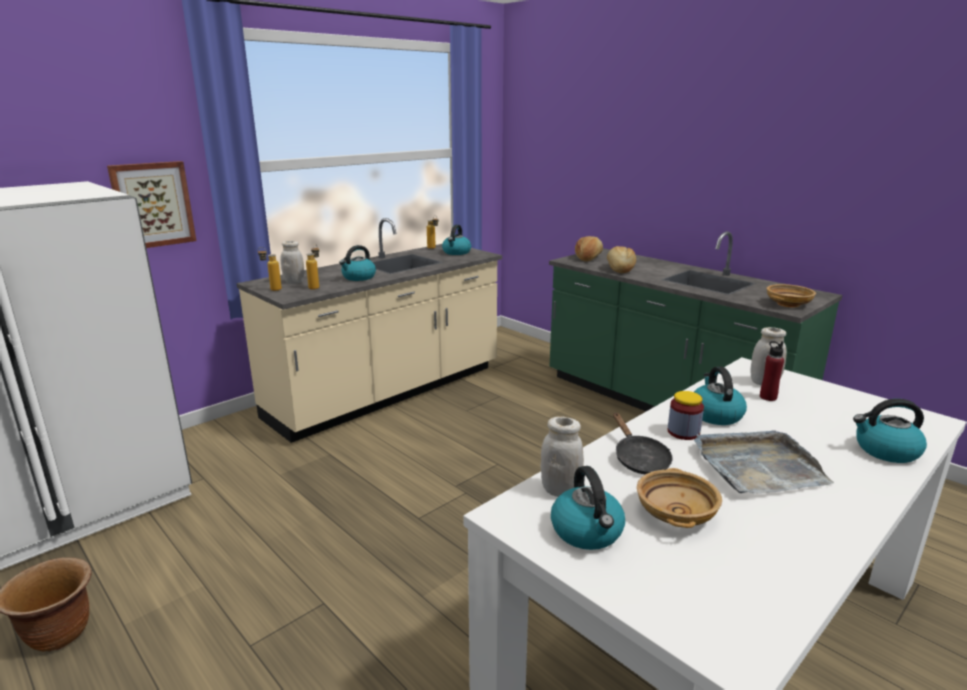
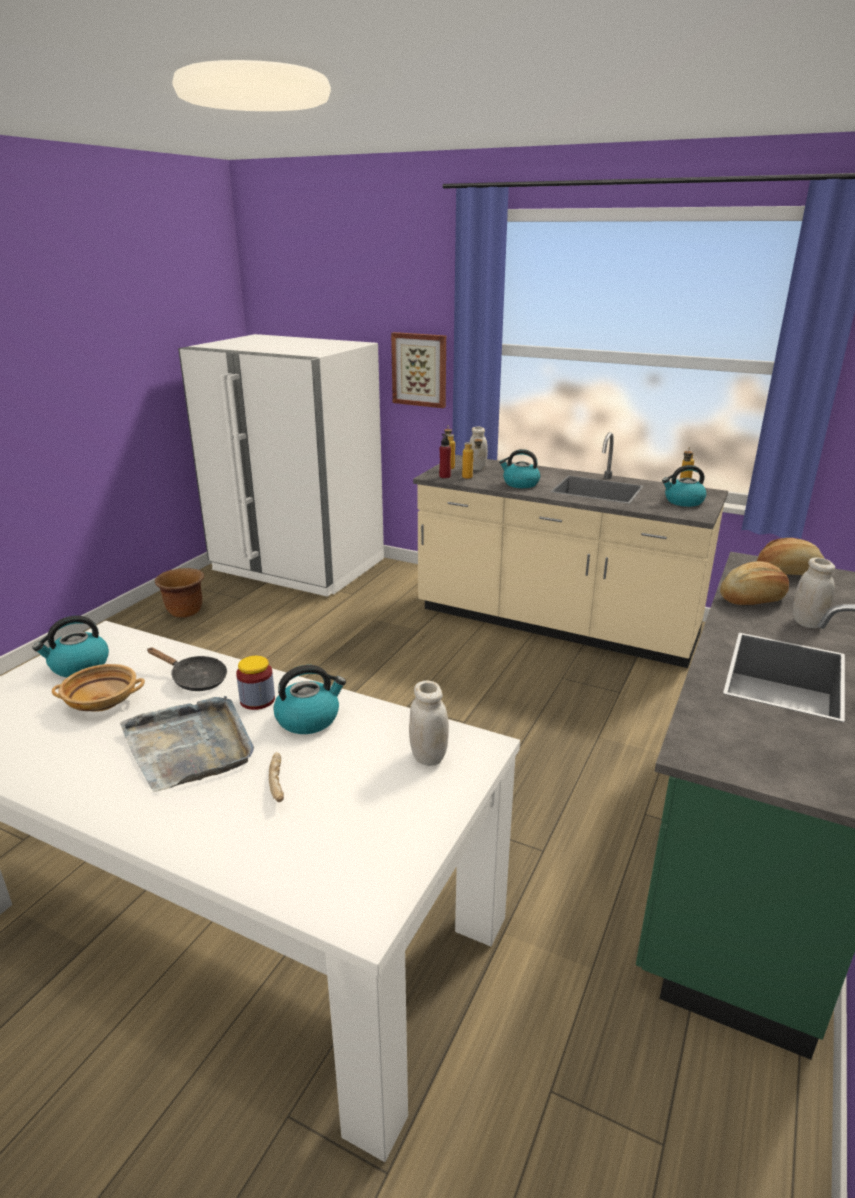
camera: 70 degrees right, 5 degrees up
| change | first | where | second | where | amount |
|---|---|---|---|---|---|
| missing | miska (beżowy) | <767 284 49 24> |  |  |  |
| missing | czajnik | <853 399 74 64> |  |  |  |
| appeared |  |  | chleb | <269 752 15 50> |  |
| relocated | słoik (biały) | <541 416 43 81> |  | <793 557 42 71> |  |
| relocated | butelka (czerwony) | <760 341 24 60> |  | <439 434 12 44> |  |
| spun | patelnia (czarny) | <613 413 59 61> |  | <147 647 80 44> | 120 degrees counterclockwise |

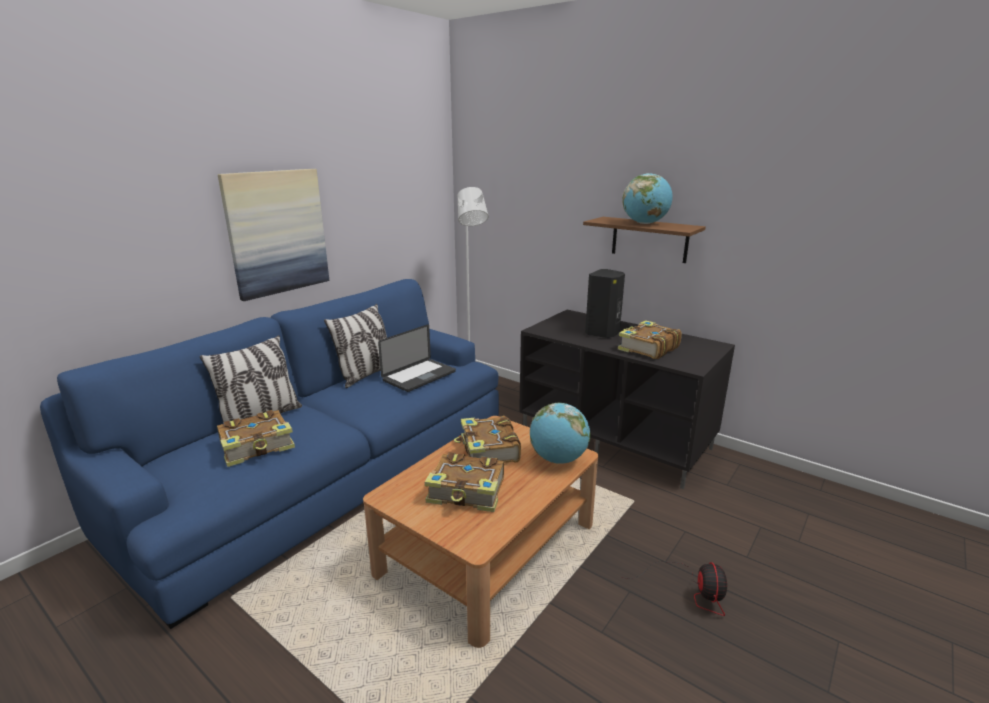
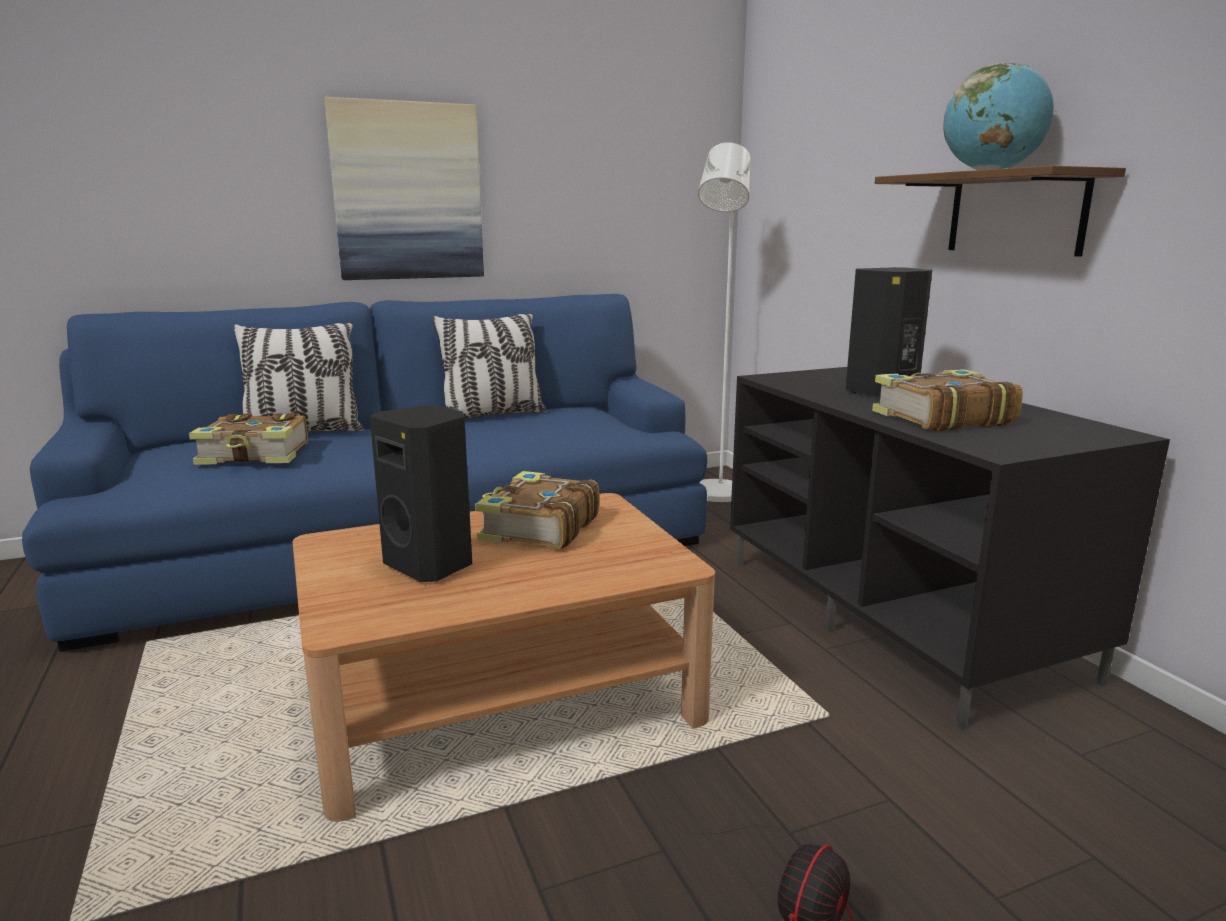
camera: 30 degrees right, 5 degrees down
| change | first | where | second | where | amount |
|---|---|---|---|---|---|
| missing | laptop | <378 324 78 68> |  |  |  |
| missing | globus | <530 403 61 61> |  |  |  |
| exchanged | książka | <425 452 79 60> | głośnik (czarny) | <370 406 102 176> |  |

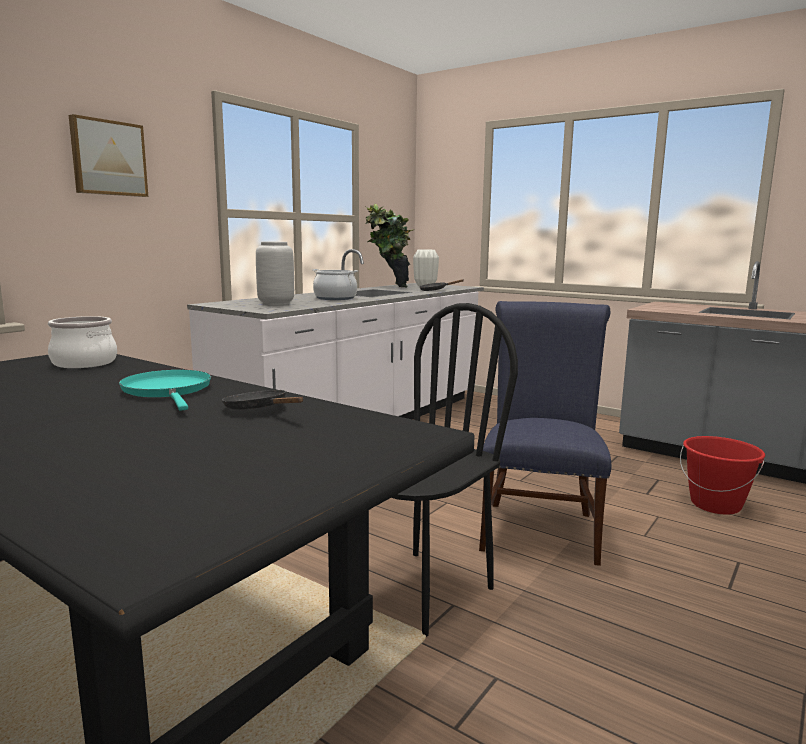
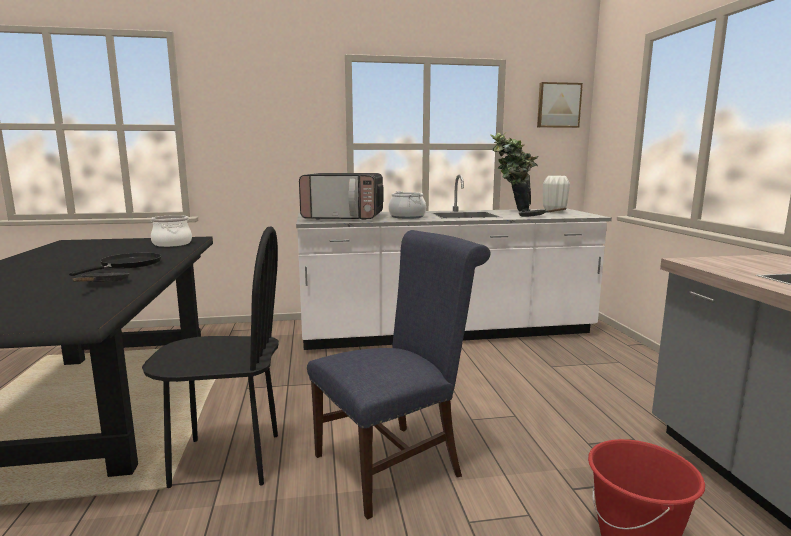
camera: 45 degrees right, 0 degrees up
| change | first | where | second | where | amount |
|---|---|---|---|---|---|
| relocated | obraz | <69 114 79 83> |  | <537 82 46 46> |  |
| exchanged | wazon (szary) | <256 242 38 63> | mikrofalówka | <299 173 84 47> |  |
| colour | patelnia (turkusowy) | <119 370 92 41> | patelnia (czarny) | <69 253 92 23> |  |

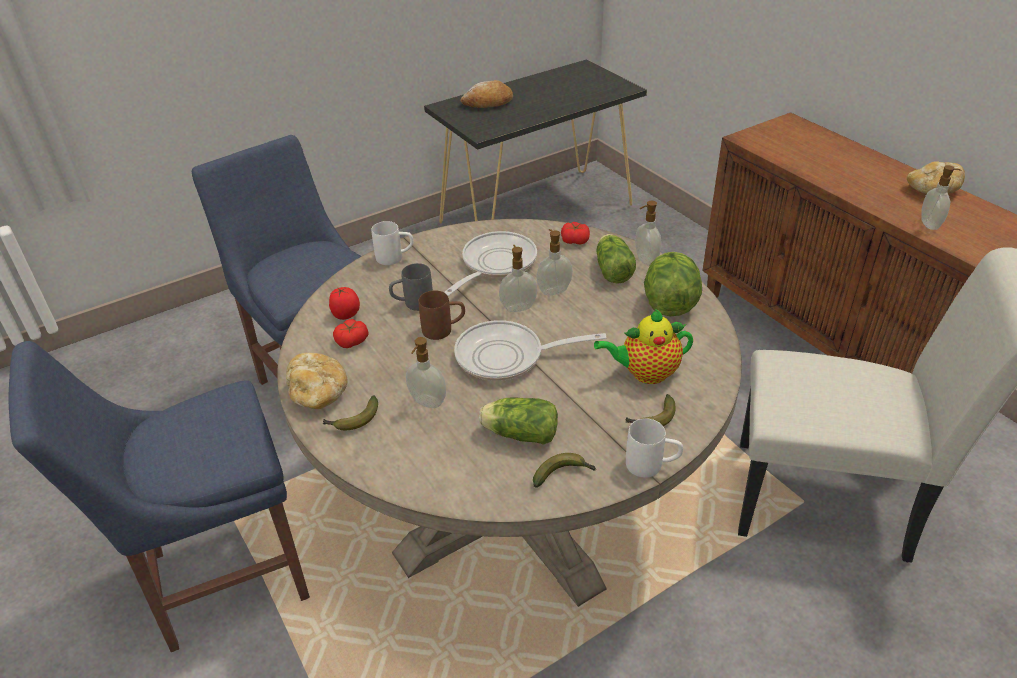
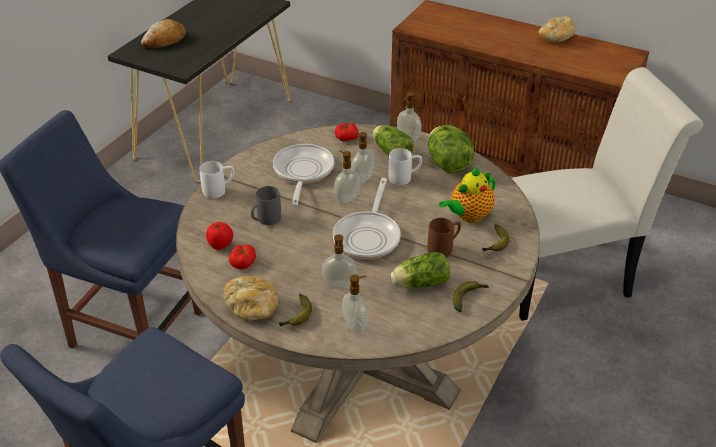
camera: 30 degrees left, 0 degrees up
| change | first | where | second | where | amount |
|---|---|---|---|---|---|
| relocated | kubek (brązowy) | <418 290 47 50> |  | <428 218 33 40> |  |
| relocated | kubek (biały) | <626 418 57 60> |  | <389 148 33 37> |  |
| relocated | dozownik mydła | <921 165 41 65> |  | <342 275 26 59> |  |
| spun | patelnia | <454 320 153 61> |  | <333 178 68 81> | 45 degrees counterclockwise |

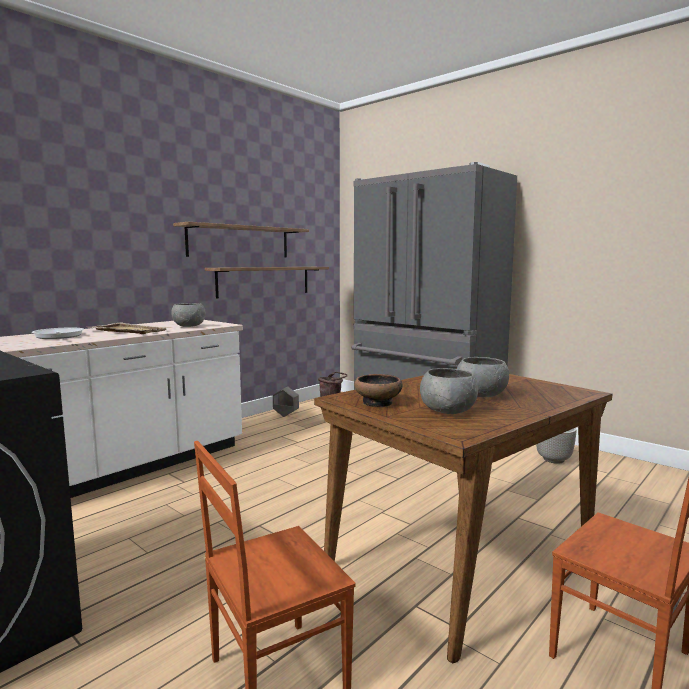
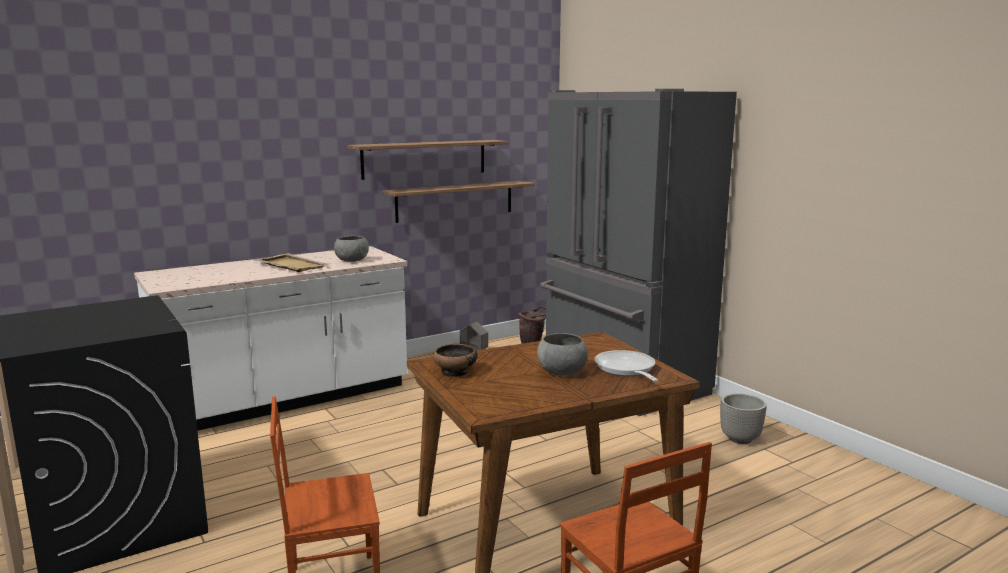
camera: 15 degrees right, 5 degrees up
| change | first | where | second | where | amount |
|---|---|---|---|---|---|
| missing | miska (szary) | <420 368 58 46> |  |  |  |
| relocated | patelnia | <32 328 52 11> |  | <594 350 64 32> |  |

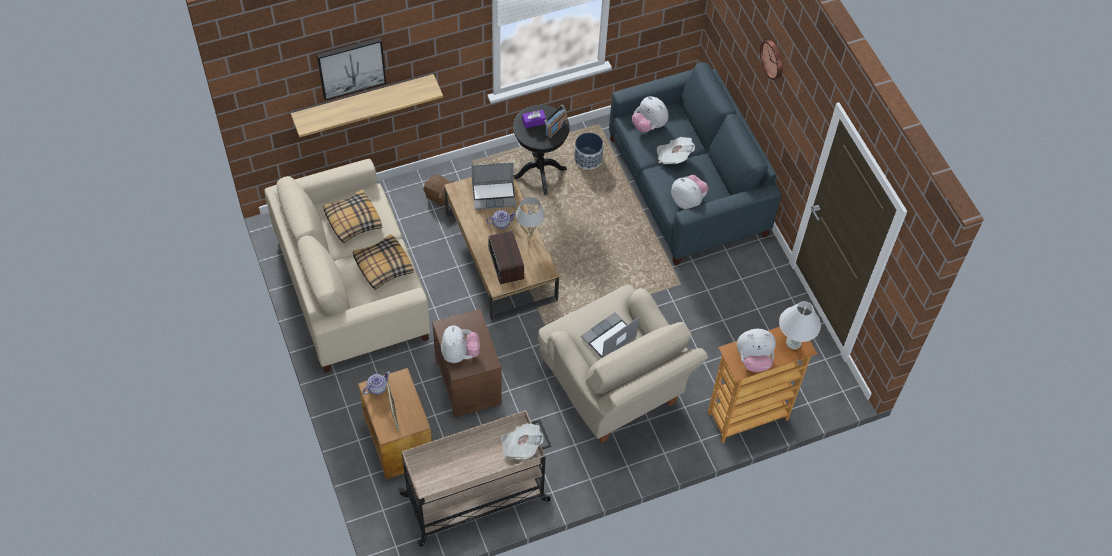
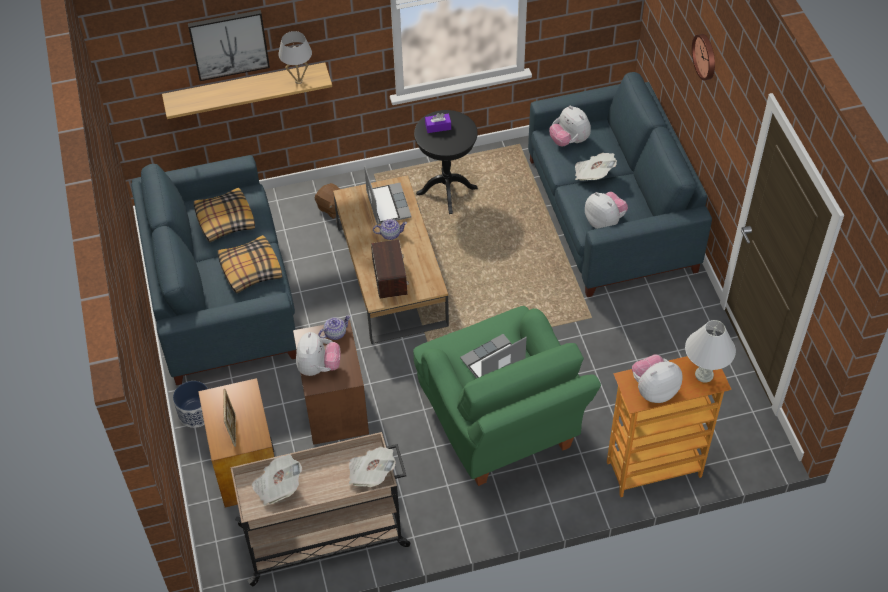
camera: 10 degrees right, 5 degrees down
| change | first | where | second | where | amount |
|---|---|---|---|---|---|
| missing | radio | <544 105 23 34> |  |  |  |
| appeared |  |  | gazeta | <252 454 50 52> |  |
| relocated | imbryk | <363 371 27 24> |  | <318 315 32 25> |  |
| relocated | lampa stołowa (biały) | <516 197 29 40> |  | <278 31 34 53> |  |
| relocated | donica | <574 132 30 38> |  | <173 381 35 47> |  |
| colour | kanapa (beżowy) | <265 159 165 214> | kanapa (niebieski) | <131 155 165 230> |  |
| colour | fotel (beżowy) | <538 284 170 159> | fotel (zielony) | <413 306 188 180> |  |
| spun | laptop | <471 162 45 48> |  | <364 166 47 59> | 105 degrees counterclockwise |
| spun | pluszak | <737 329 39 43> |  | <632 354 51 49> | 150 degrees clockwise |

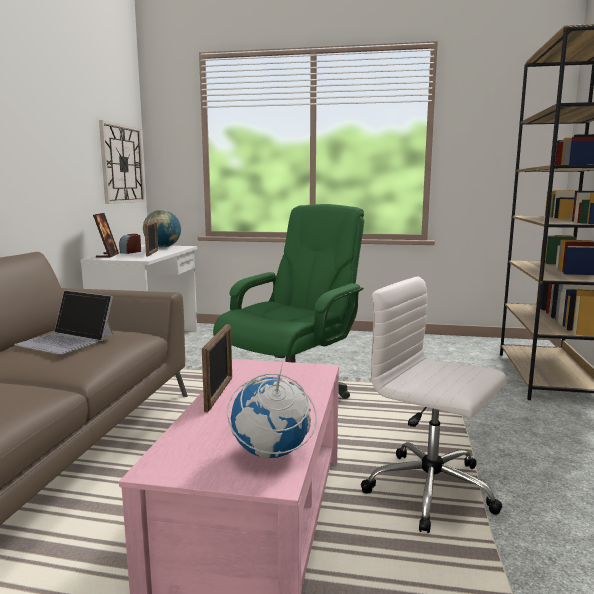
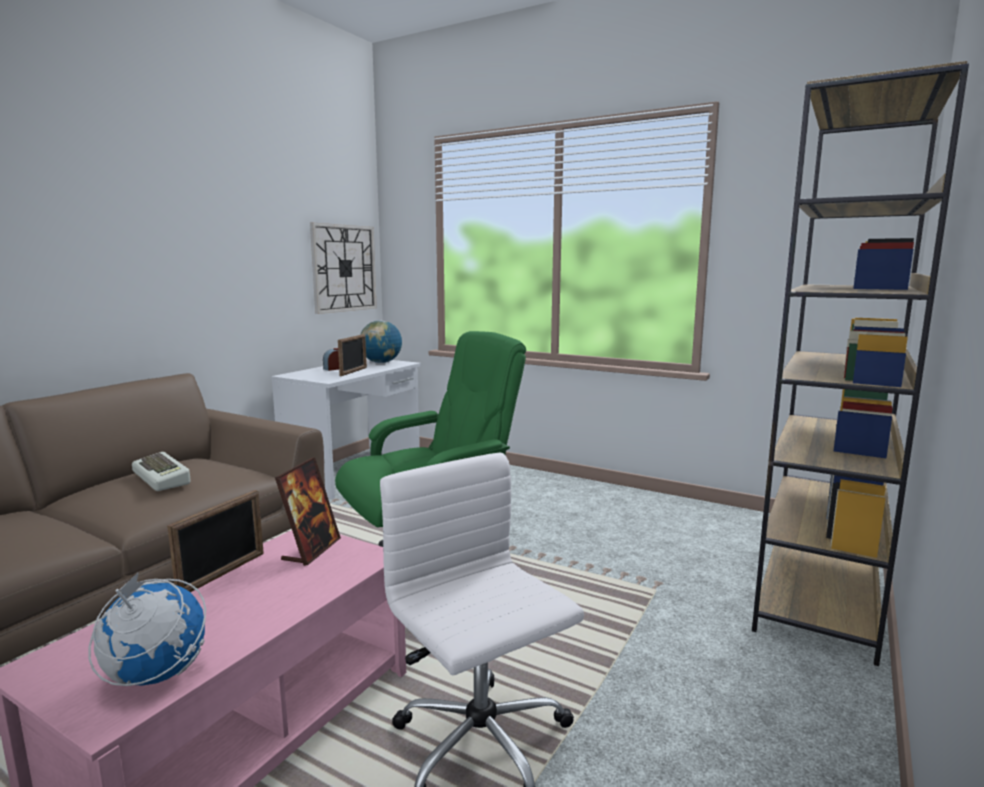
camera: 20 degrees right, 0 degrees up
| change | first | where | second | where | amount |
|---|---|---|---|---|---|
| relocated | ramka na zdjęcie | <93 213 26 45> |  | <275 457 66 109> |  |
| exchanged | laptop | <14 290 100 64> | klawiatura | <132 452 59 39> |  |

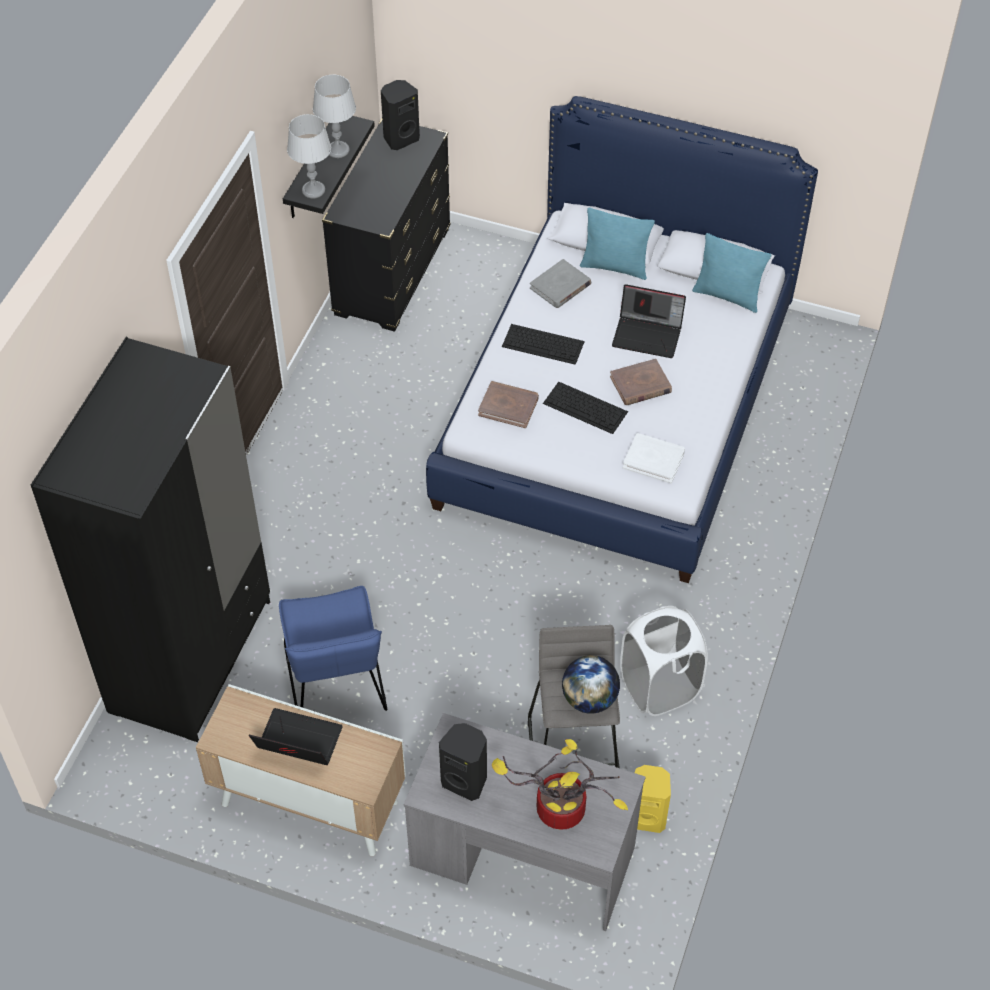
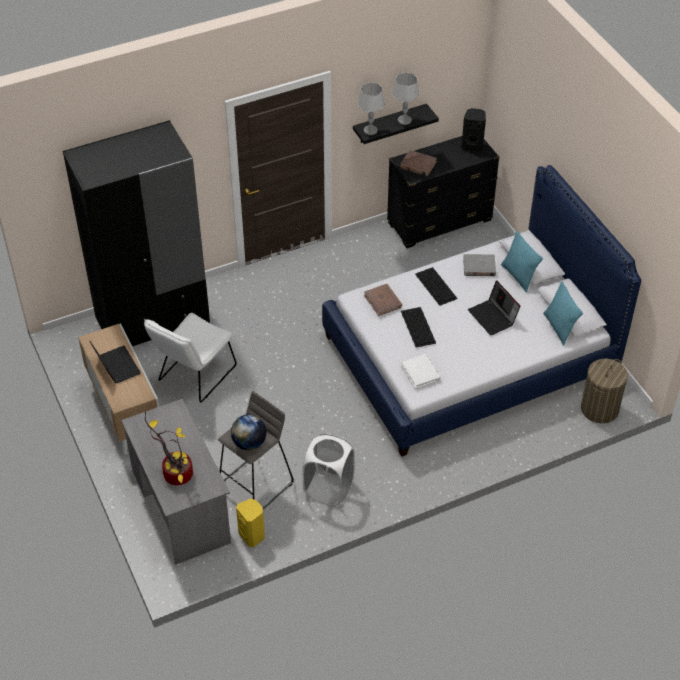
camera: 45 degrees right, 5 degrees down
| change | first | where | second | where | amount |
|---|---|---|---|---|---|
| missing | głośnik (czarny) | <439 723 48 78> |  |  |  |
| appeared |  |  | kosz na pranie | <581 358 47 65> |  |
| relocated | książka (brązowy) | <610 358 62 47> |  | <400 150 37 26> |  |
| colour | krzesło (niebieski) | <279 586 108 125> | krzesło (biały) | <144 313 93 89> |  |

